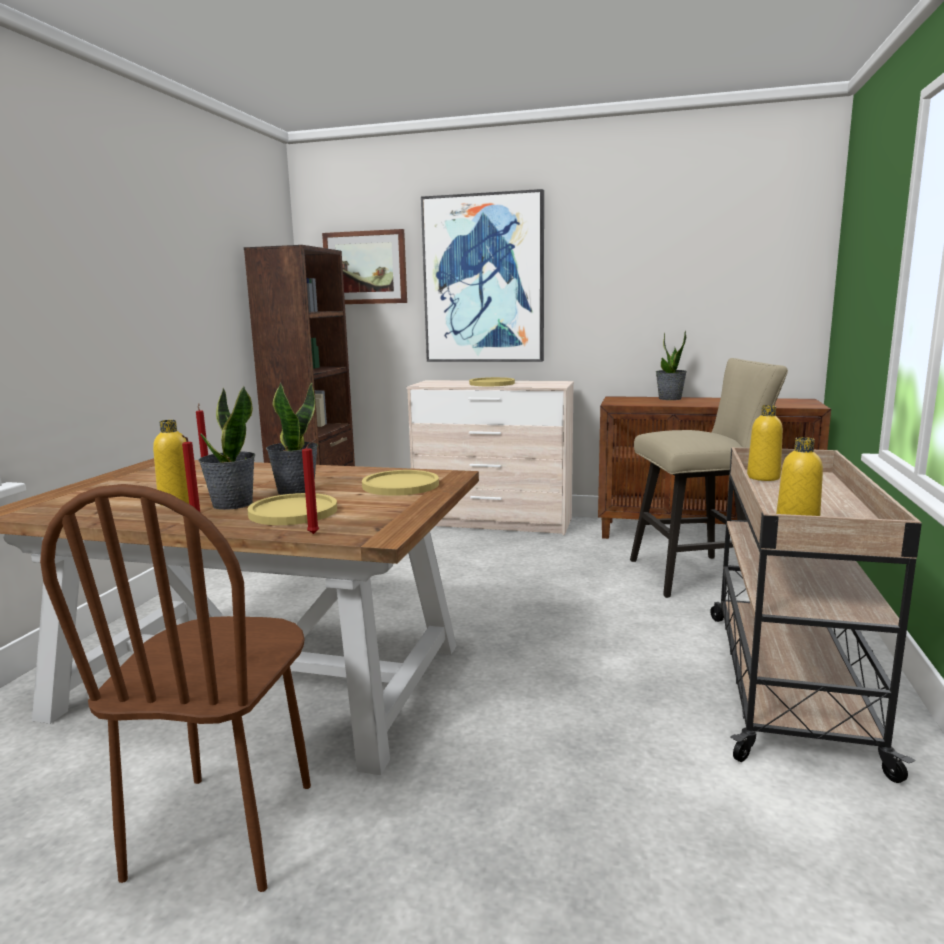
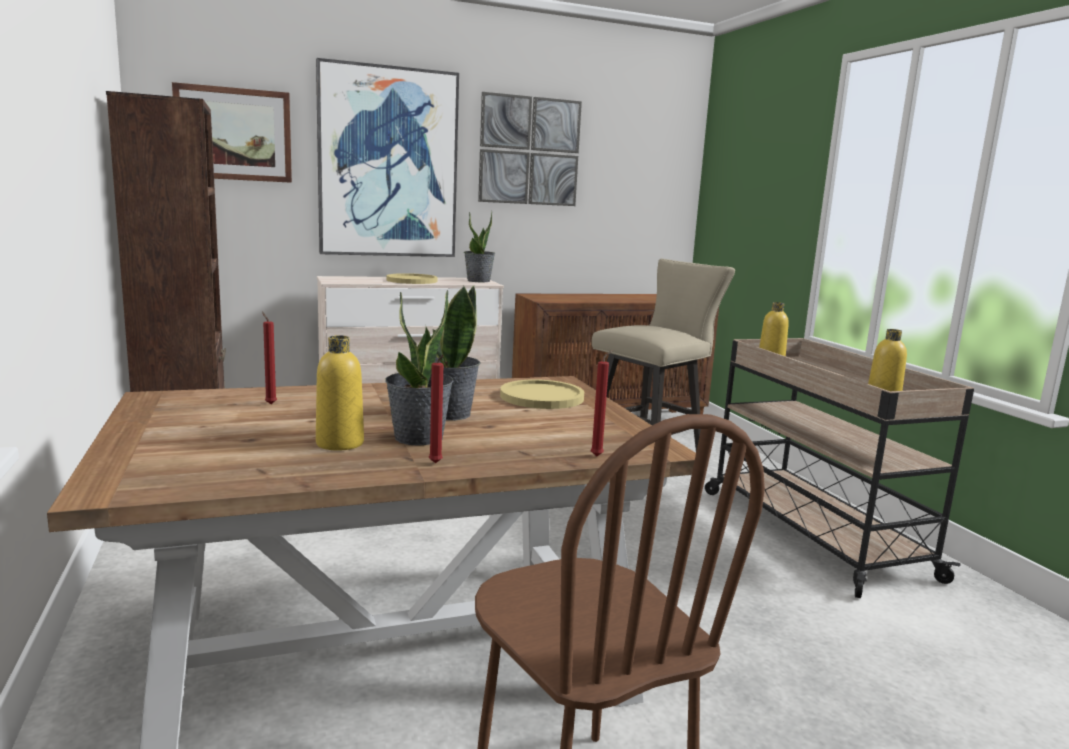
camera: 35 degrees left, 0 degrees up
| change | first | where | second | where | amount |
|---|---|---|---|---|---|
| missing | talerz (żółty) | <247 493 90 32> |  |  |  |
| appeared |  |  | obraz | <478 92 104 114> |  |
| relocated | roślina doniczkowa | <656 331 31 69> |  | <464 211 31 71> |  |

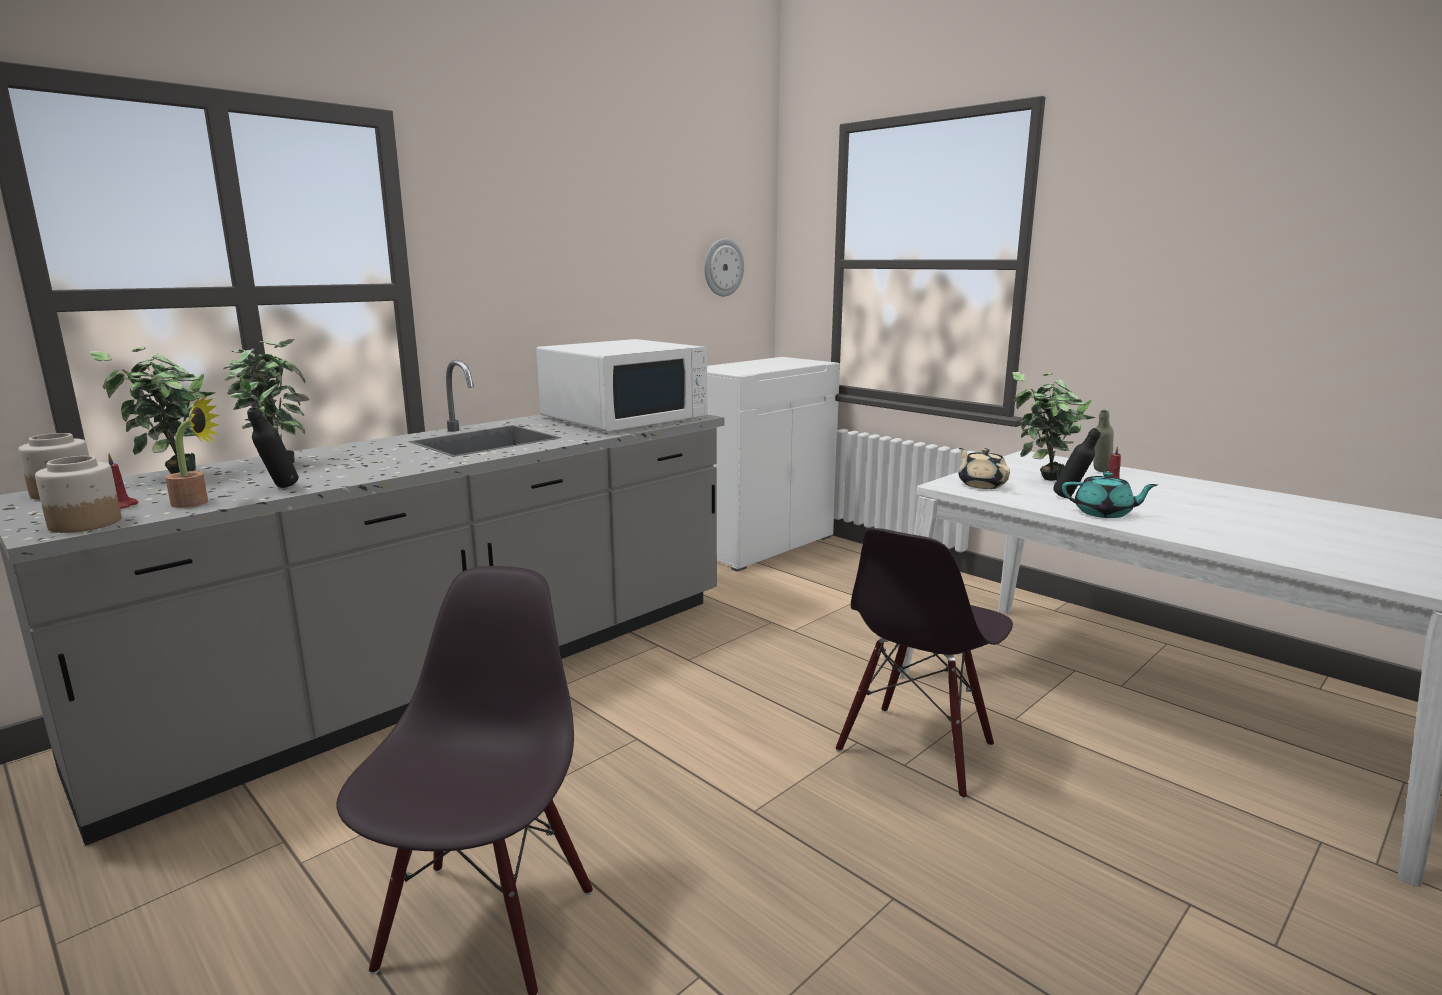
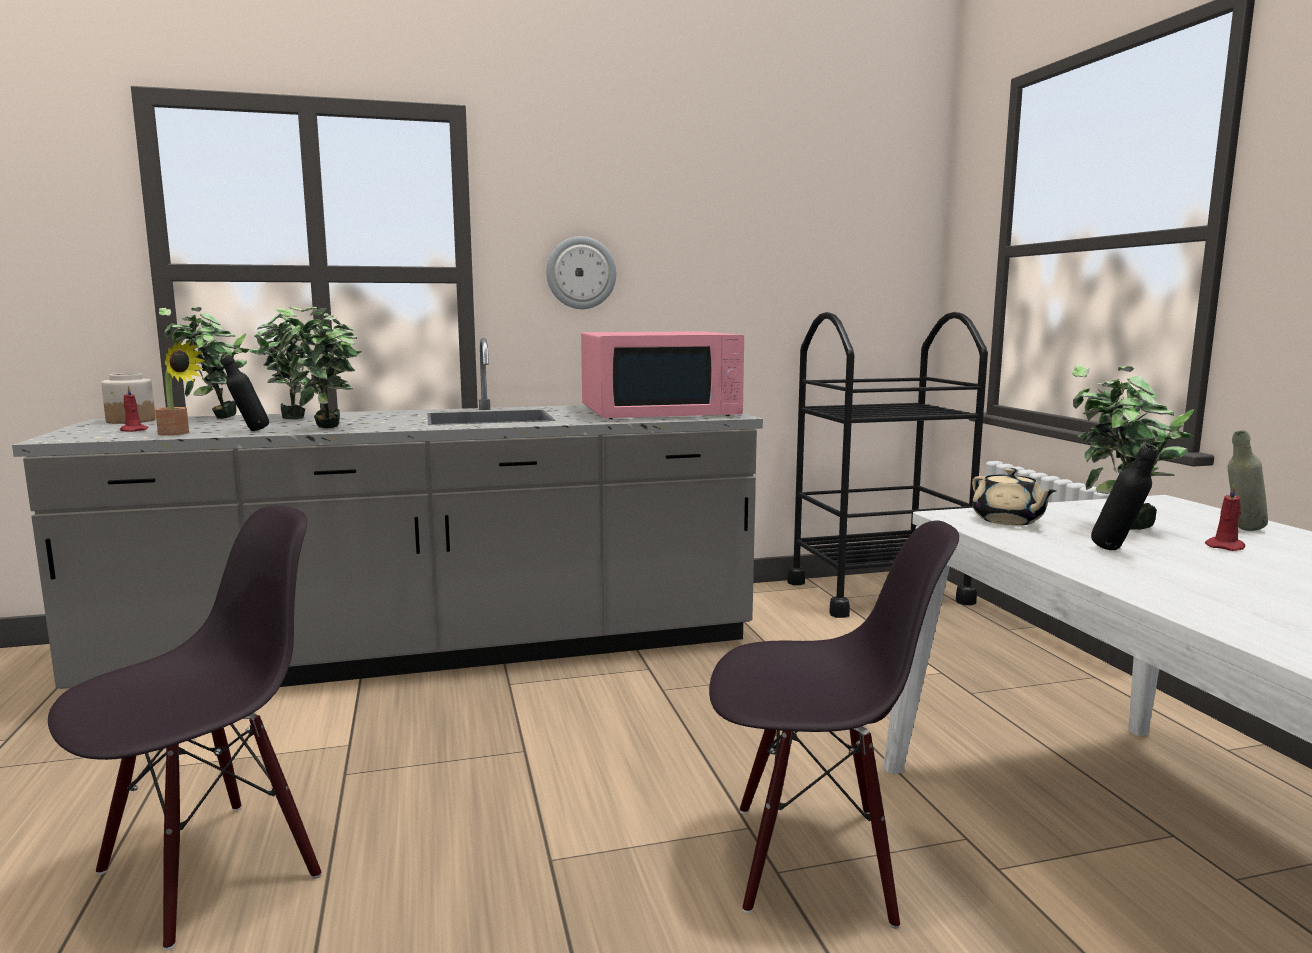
camera: 30 degrees right, 5 degrees down
| change | first | where | second | where | amount |
|---|---|---|---|---|---|
| missing | słoik | <35 456 87 77> |  |  |  |
| missing | imbryk (turkusowy) | <1062 472 96 46> |  |  |  |
| appeared |  |  | roślina doniczkowa | <274 307 88 122> |  |
| relocated | zegar ścienny | <704 239 40 57> |  | <546 236 70 73> |  |
| exchanged | szafka (biały) | <707 357 133 215> | wózek (czarny) | <787 312 201 306> |  |
| colour | mikrofalówka (biały) | <536 339 171 92> | mikrofalówka (różowy) | <581 331 163 88> |  |
| spun | krzesło (czarny) | <836 528 177 271> |  | <709 520 250 409> | 150 degrees counterclockwise |
| spun | imbryk (beżowy) | <958 448 52 41> |  | <972 468 85 57> | 150 degrees clockwise |

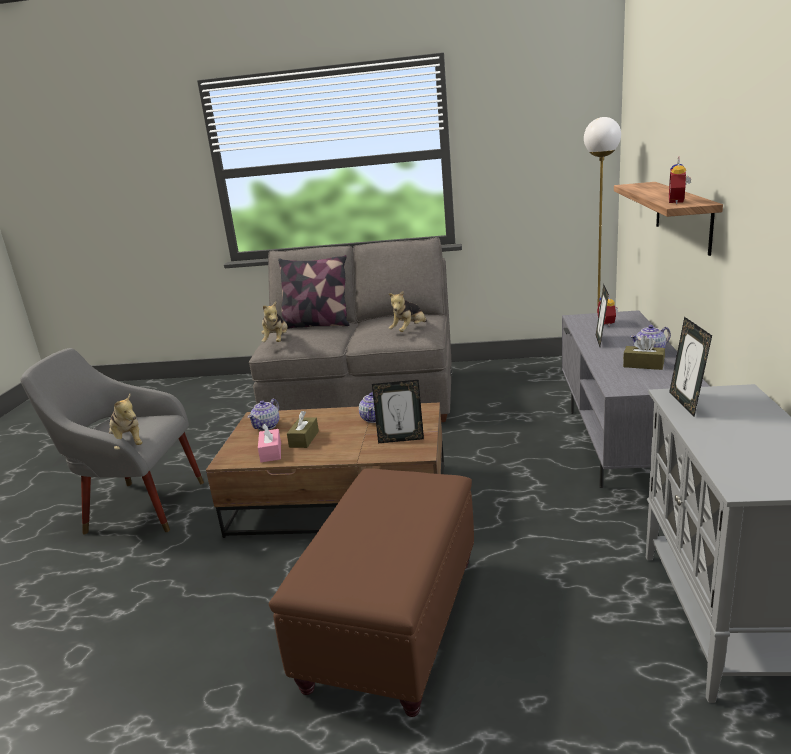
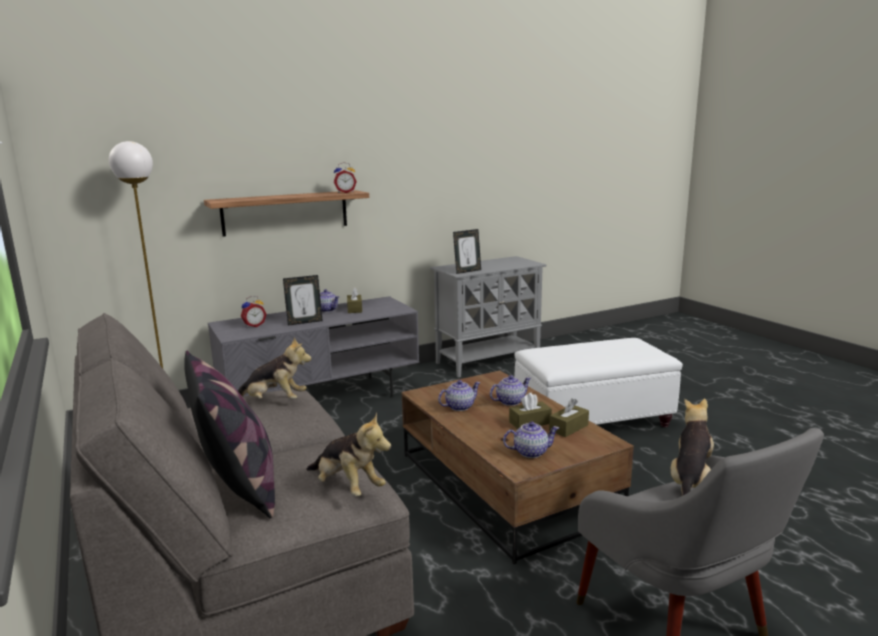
camera: 125 degrees left, 5 degrees down
| change | first | where | second | where | amount |
|---|---|---|---|---|---|
| missing | ramka na zdjęcie | <372 380 52 63> |  |  |  |
| appeared |  |  | imbryk | <490 375 41 31> |  |
| colour | pudełko chusteczek (różowy) | <258 424 23 39> | pudełko chusteczek (brązowy) | <549 398 40 39> |  |
| colour | pufa (brązowy) | <269 468 205 249> | pufa (biały) | <514 338 169 89> |  |
| spun | pluszak | <262 302 25 40> |  | <307 412 84 84> | 75 degrees clockwise |

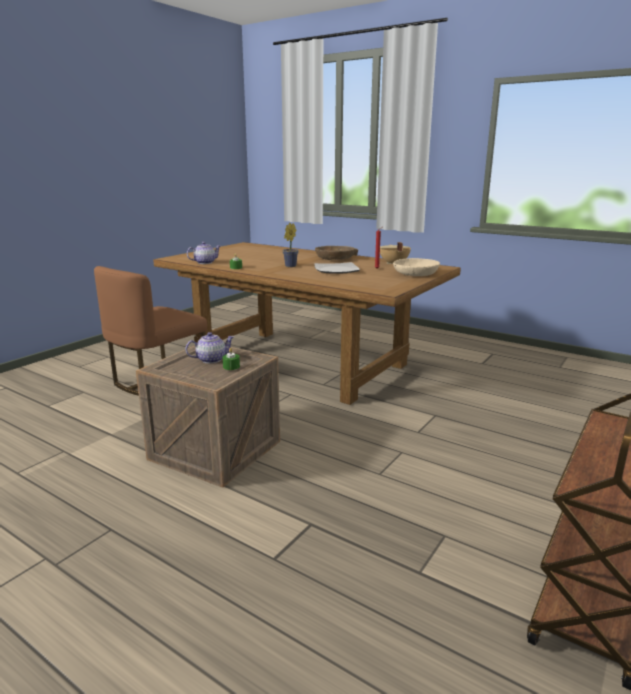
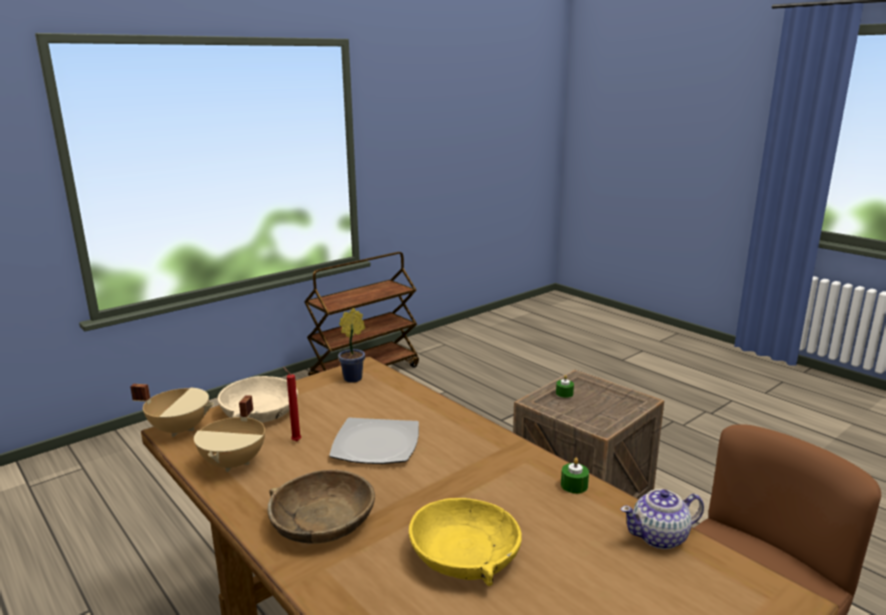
camera: 165 degrees left, 0 degrees up
| change | first | where | second | where | amount |
|---|---|---|---|---|---|
| missing | imbryk | <185 332 49 31> |  |  |  |
| appeared |  |  | garnek (beżowy) | <130 384 84 53> |  |
| appeared |  |  | miska (żółty) | <409 498 113 88> |  |
| relocated | roślina doniczkowa | <282 223 17 44> |  | <338 308 27 75> |  |

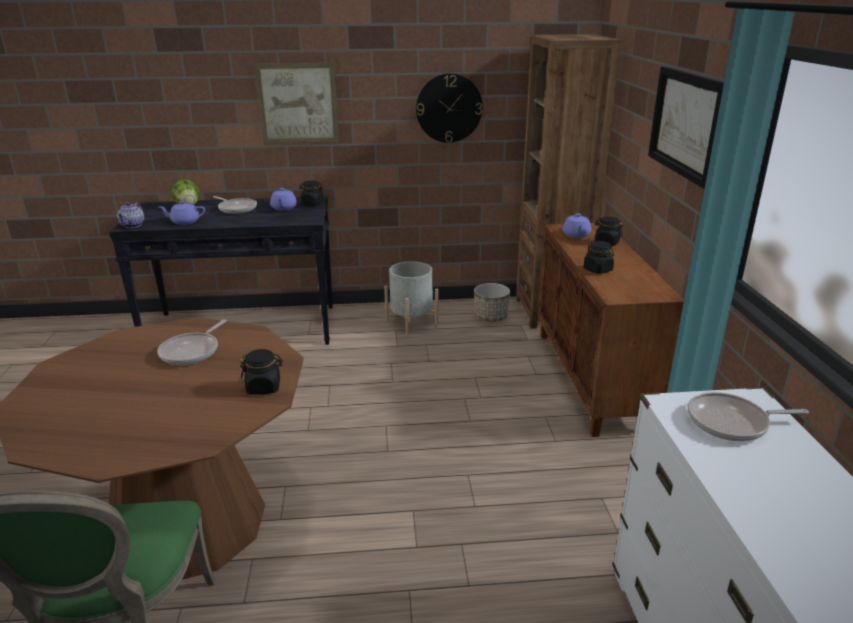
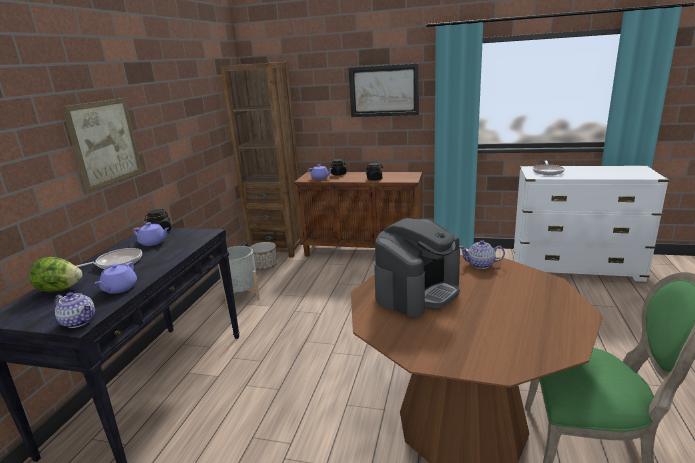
camera: 70 degrees left, 5 degrees down
| change | first | where | second | where | amount |
|---|---|---|---|---|---|
| missing | zegar ścienny | <416 73 67 70> |  |  |  |
| exchanged | patelnia | <157 319 70 46> | ekspres do kawy | <374 218 86 99> |  |
| exchanged | słoik (czarny) | <240 349 43 46> | imbryk | <459 240 46 29> |  |

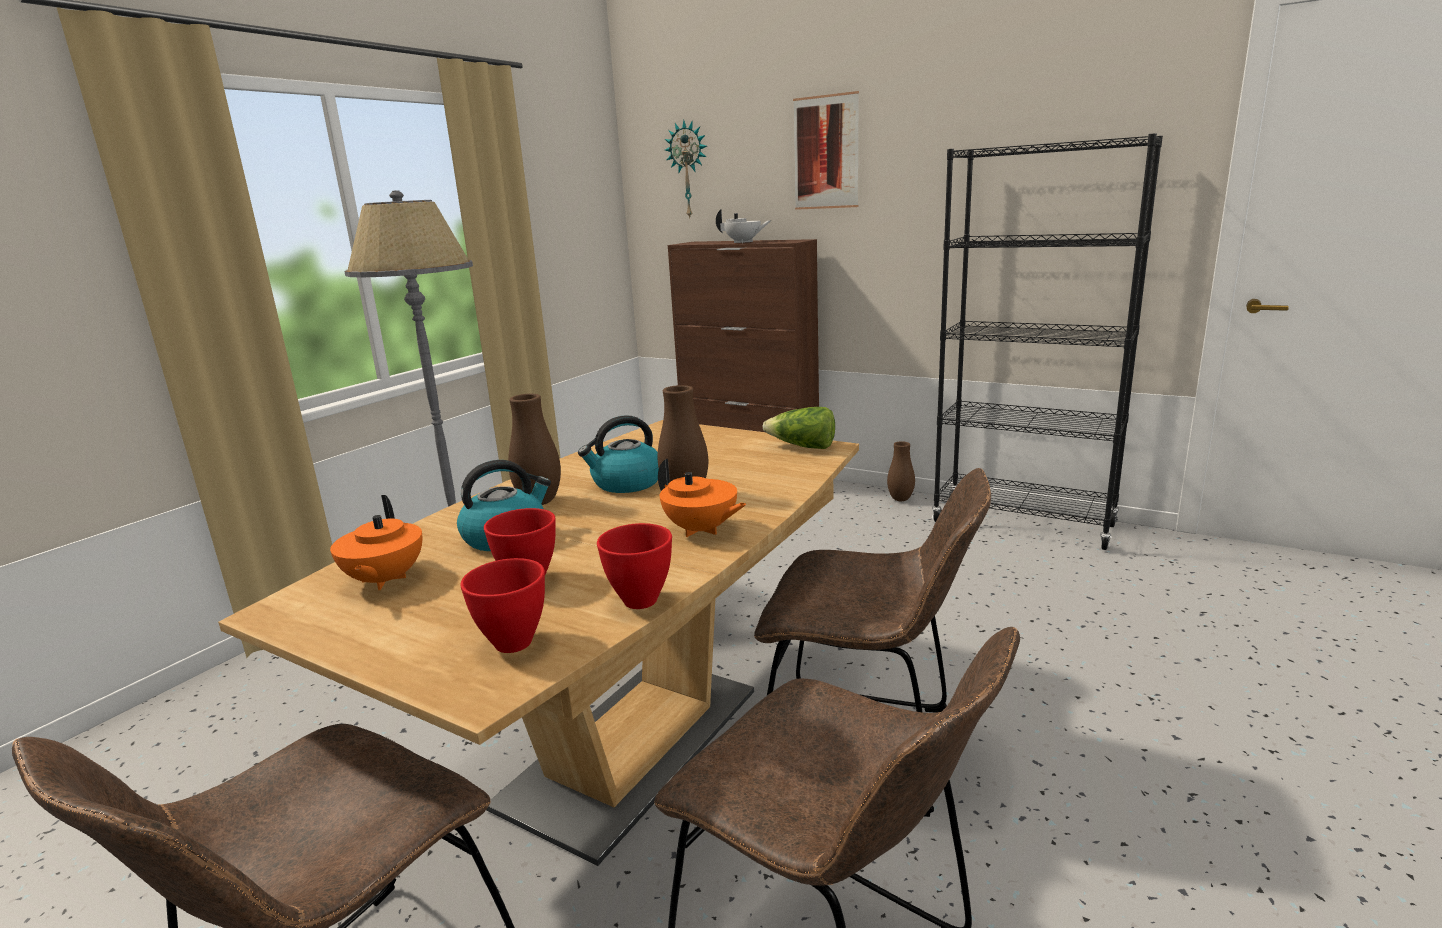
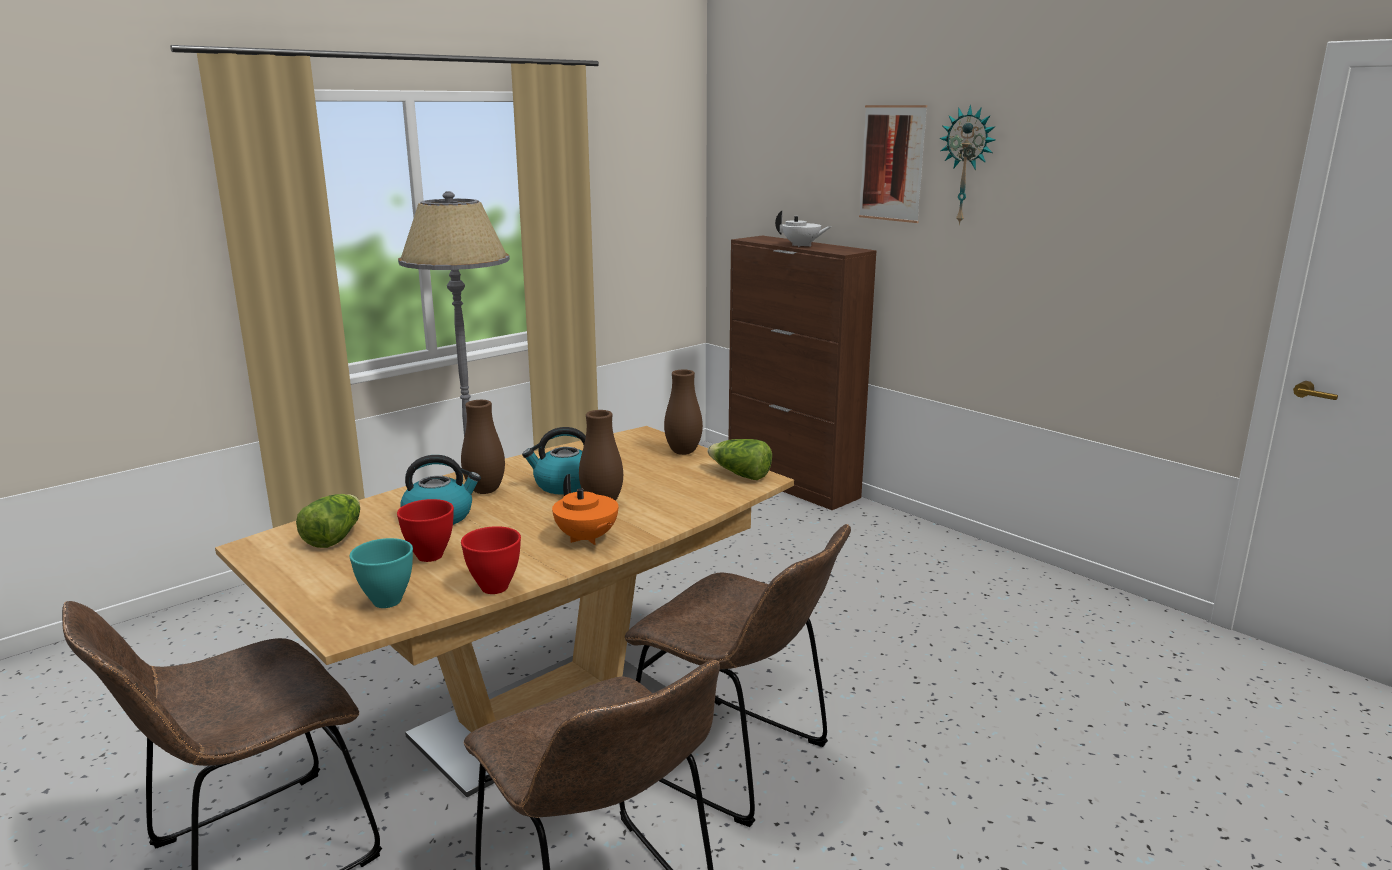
camera: 15 degrees right, 0 degrees up
| change | first | where | second | where | amount |
|---|---|---|---|---|---|
| missing | regał (czarny) | <932 133 231 417> |  |  |  |
| relocated | zegar ścienny | <665 120 42 99> |  | <939 104 56 121> |  |
| relocated | wazon (brązowy) | <887 441 28 60> |  | <664 369 39 86> |  |
| exchanged | imbryk (pomarańczowy) | <330 495 93 95> | sałata | <296 494 64 54> |  |
| colour | miska (czerwony) | <460 558 85 95> | miska (turkusowy) | <349 538 64 70> |  |

